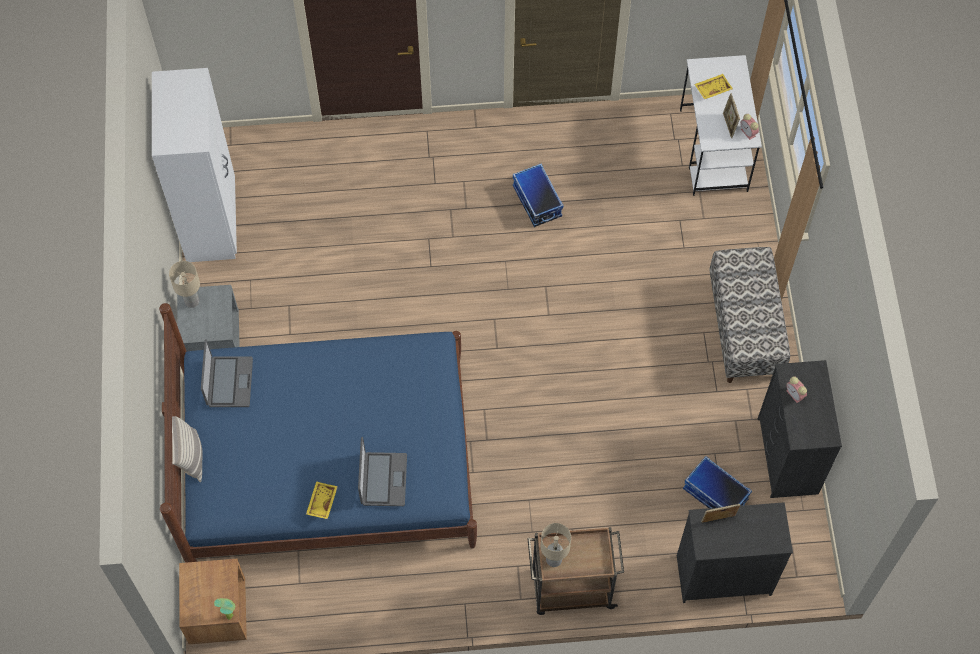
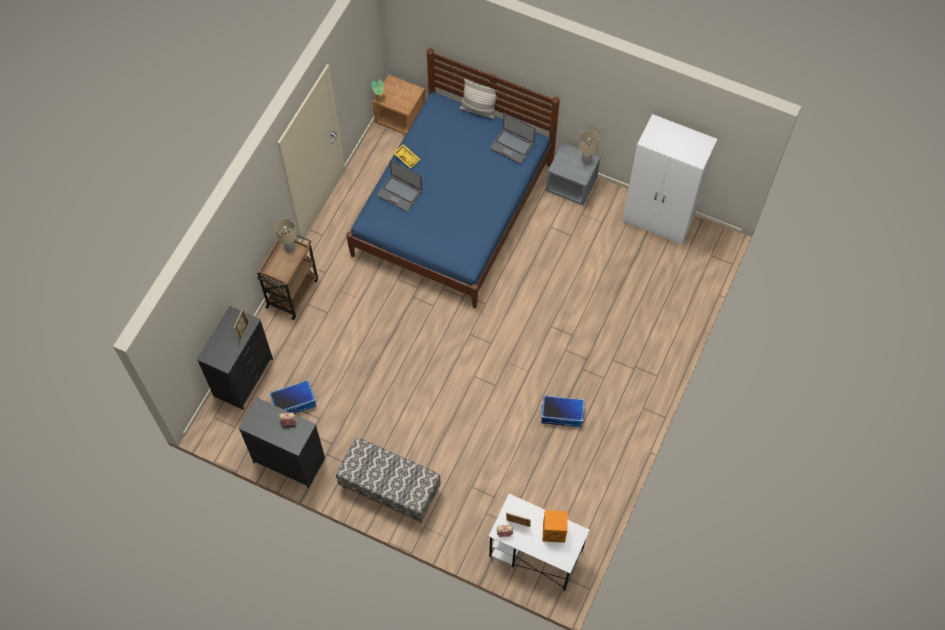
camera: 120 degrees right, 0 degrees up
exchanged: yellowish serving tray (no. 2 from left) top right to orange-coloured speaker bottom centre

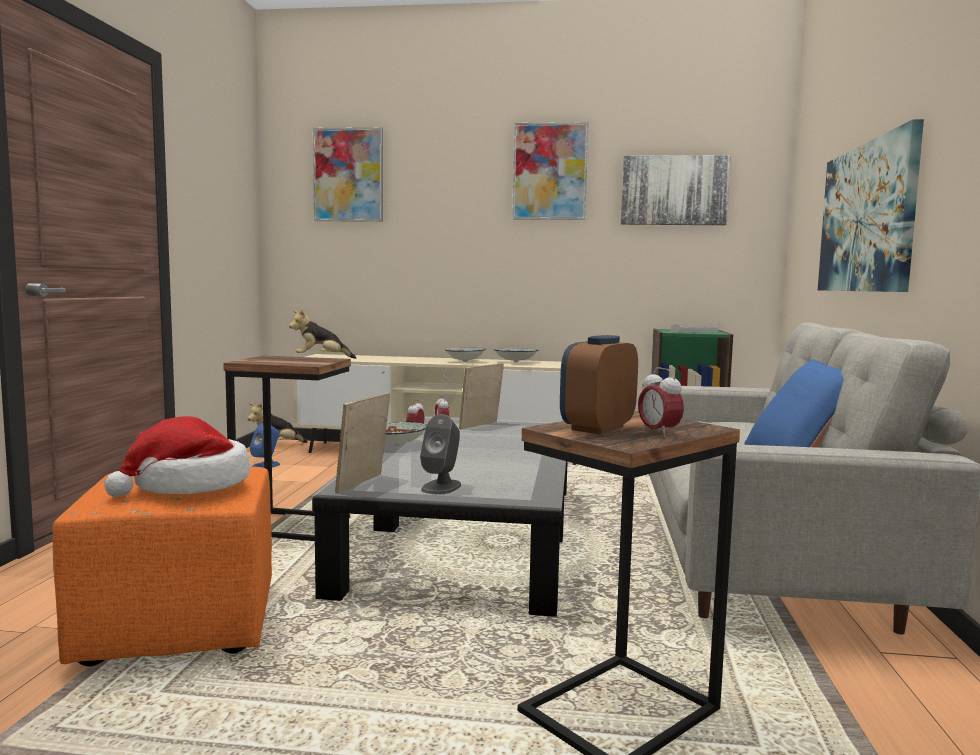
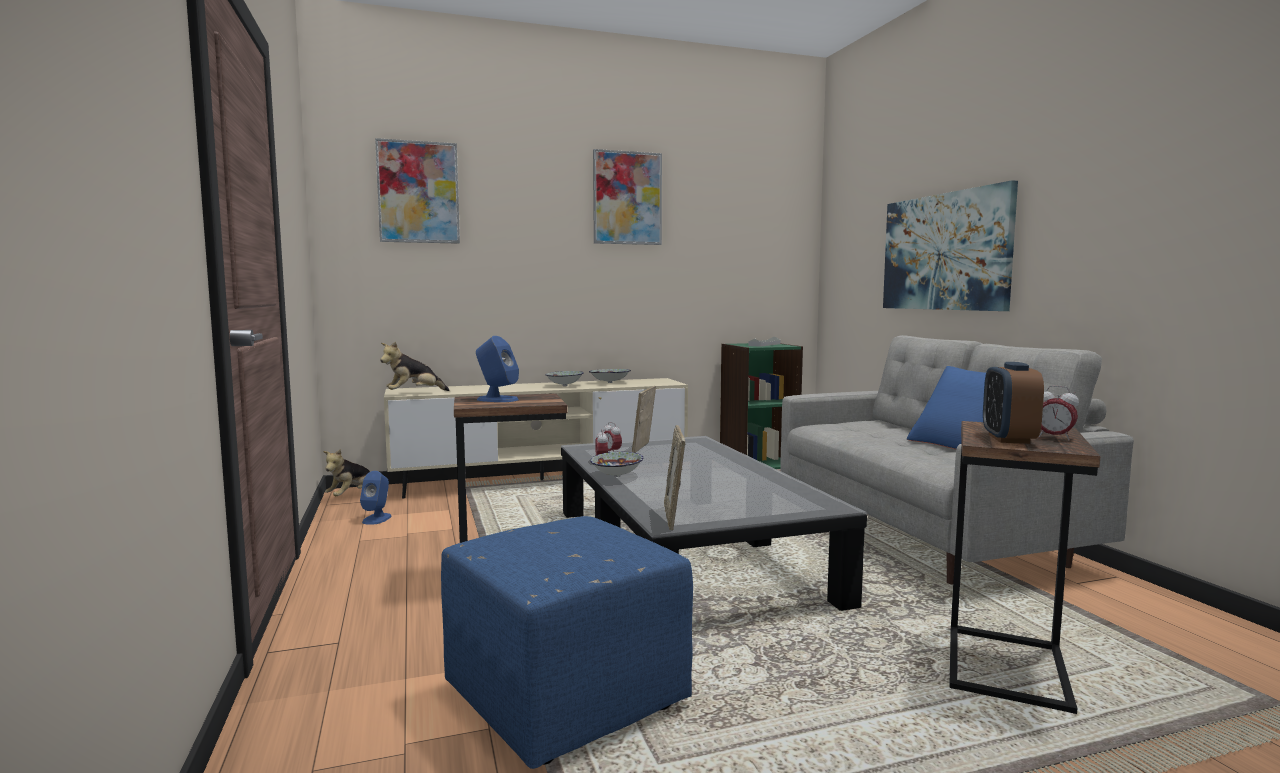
camera: 25 degrees left, 0 degrees up
missing: hat middle left; gray speaker centre; wall art (no. 3 from left) top right
appeared: bluish speaker (no. 2 from left) centre
colour: orange-coloured footrest bottom left to bluish footrest bottom centre

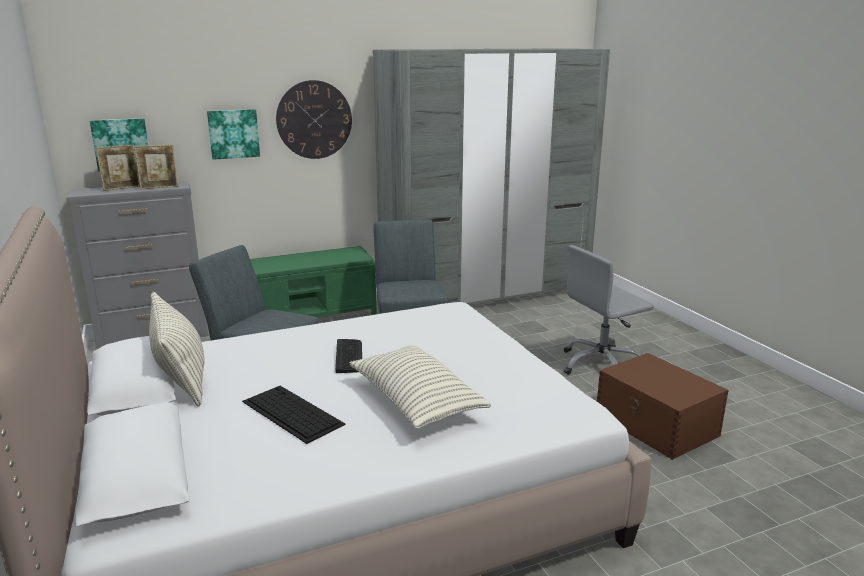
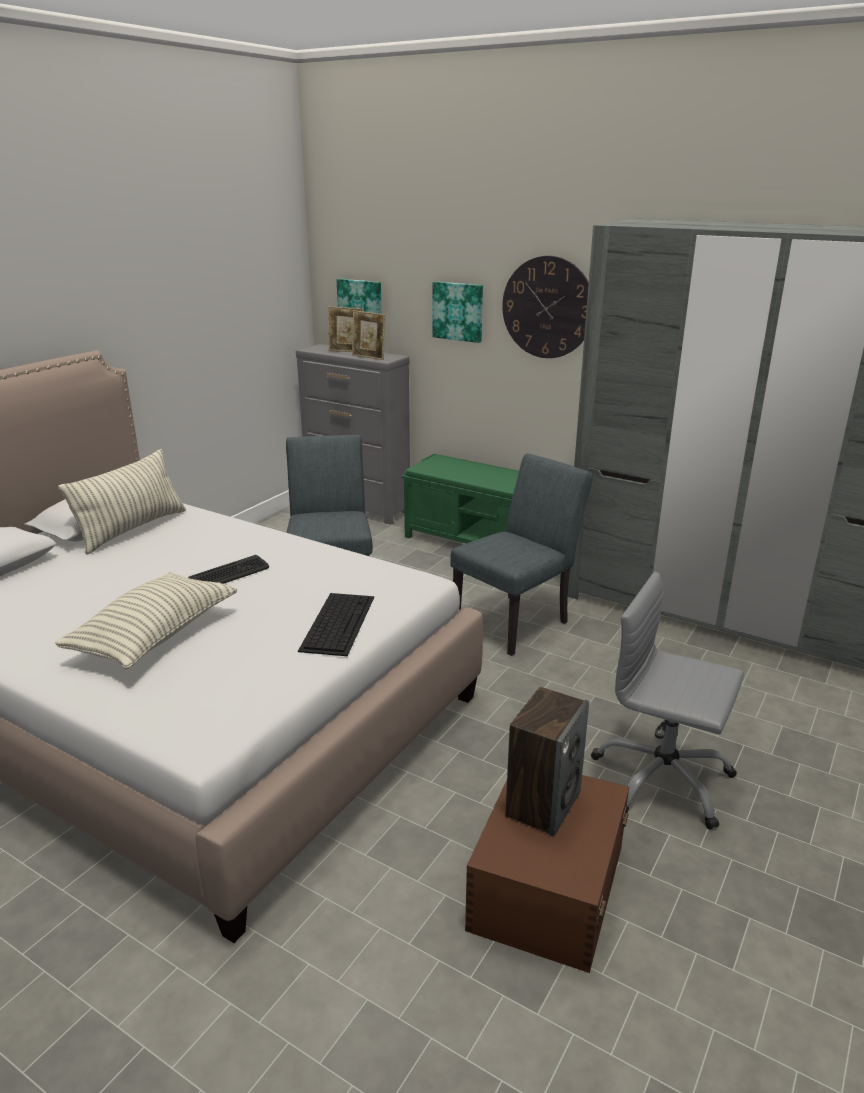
camera: 55 degrees right, 5 degrees up
appeared: speaker bottom centre
relocated: PC keyboard (no. 1 from left in the first image) bottom centre to PC keyboard (no. 2 from left) centre

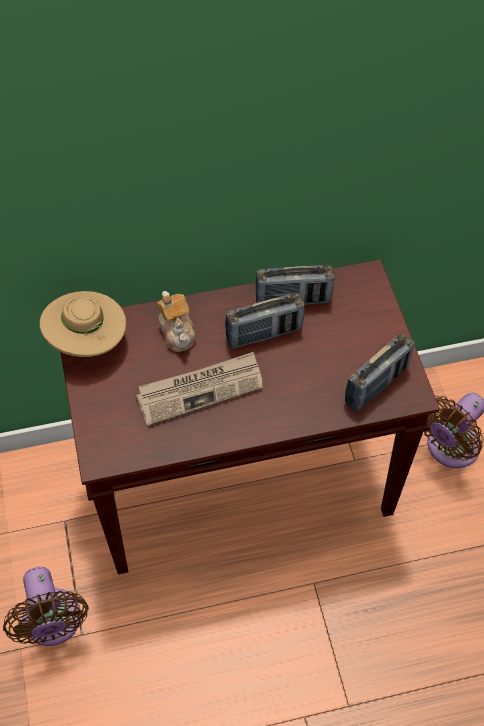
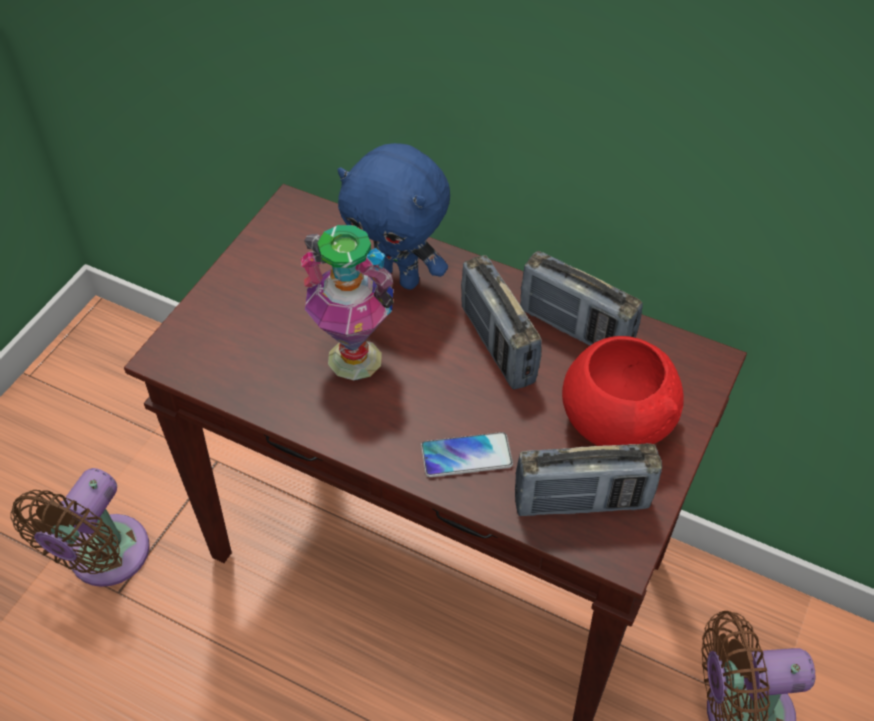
camera: 40 degrees right, 5 degrees down
missing: beige hat middle left
appeared: handset centre; red deep dish middle right
exchanged: newspaper centre to decorative vase centre; teapot centre to bluish soft toy top centre
spun: radio receiver (no. 1 from left) centre = centre 45 degrees clockwise

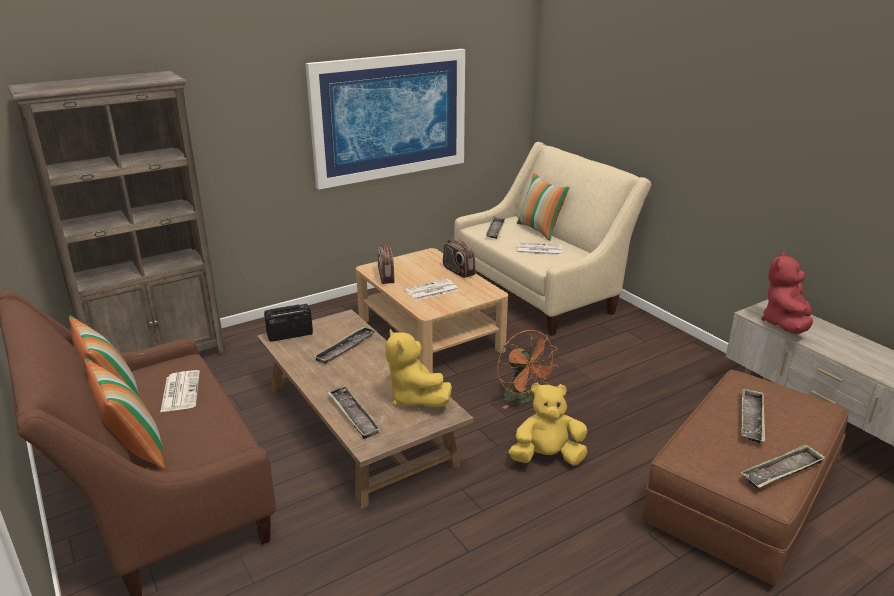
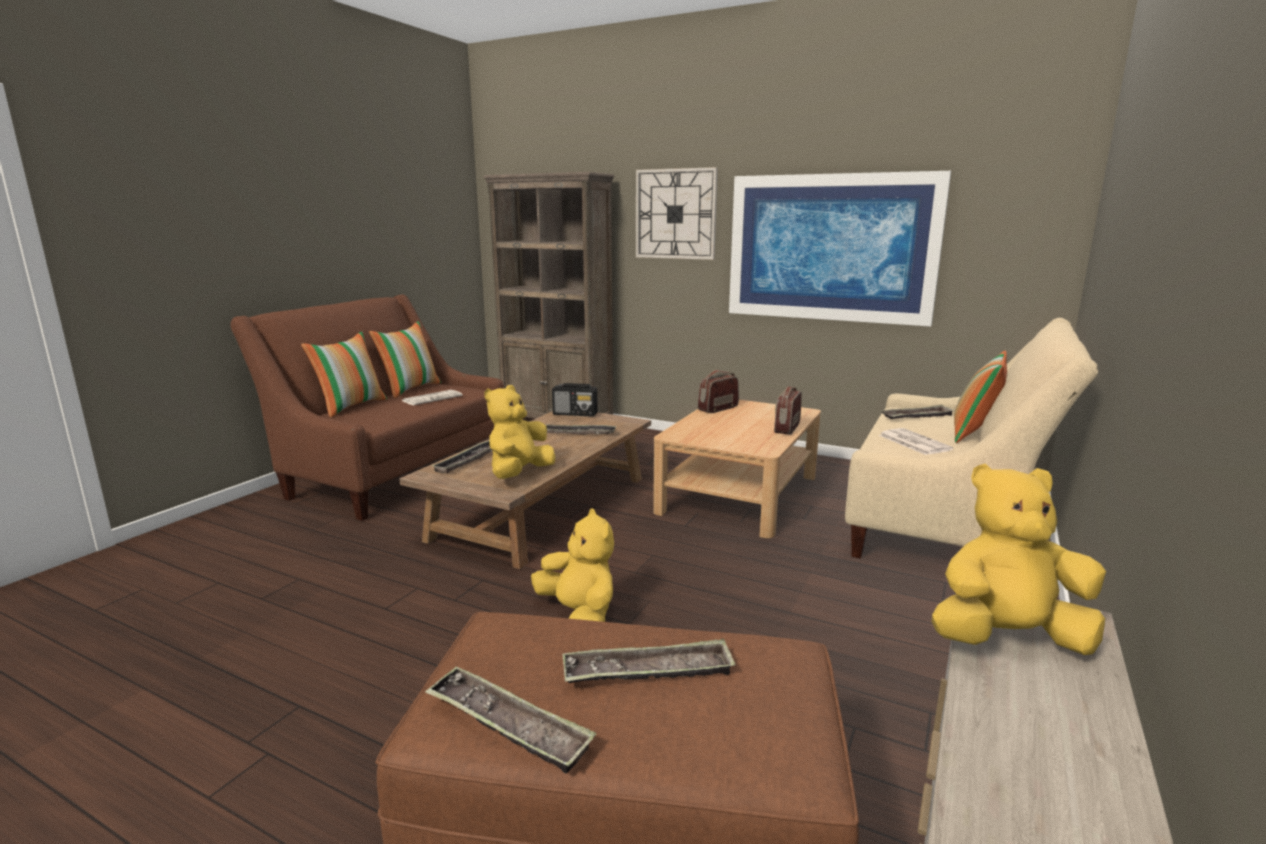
camera: 60 degrees right, 10 degrees down
missing: newspaper (no. 2 from left) centre; orange-coloured electric fan centre
appeared: clock on the wall top centre
colour: red soft toy middle right to yellowish soft toy (no. 3 from left) middle right
spun: radio receiver (no. 1 from left) middle left = centre 150 degrees clockwise

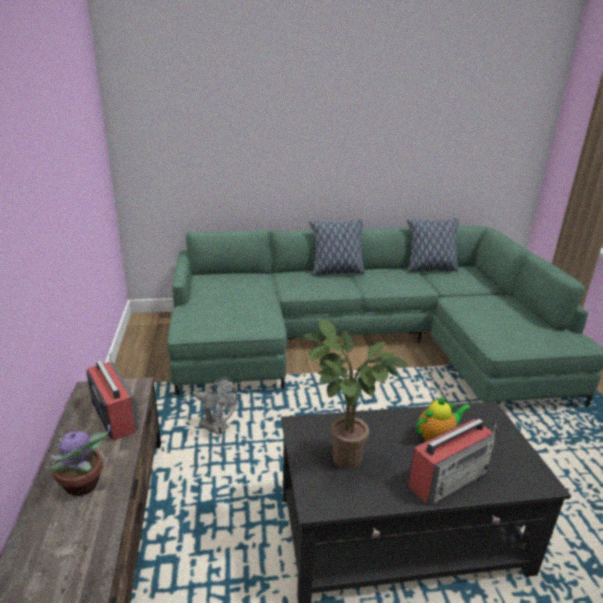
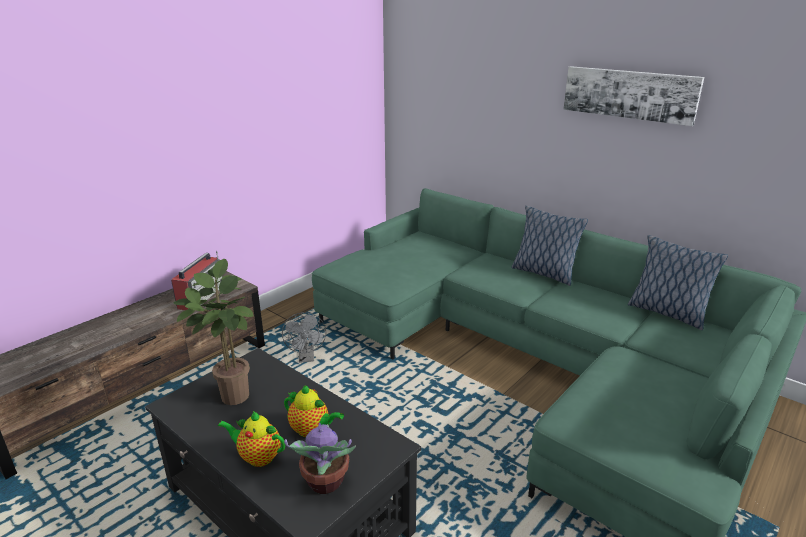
camera: 50 degrees right, 0 degrees up
appeared: wall art top right
relocated: plant in a pot (no. 1 from left in the first image) bottom left to plant in a pot (no. 2 from left) bottom centre
exchanged: radio receiver (no. 2 from left) bottom right to teapot (no. 1 from left) bottom left

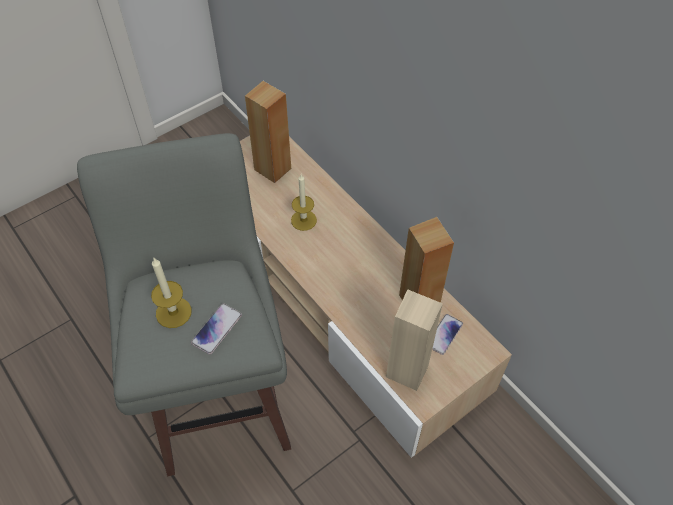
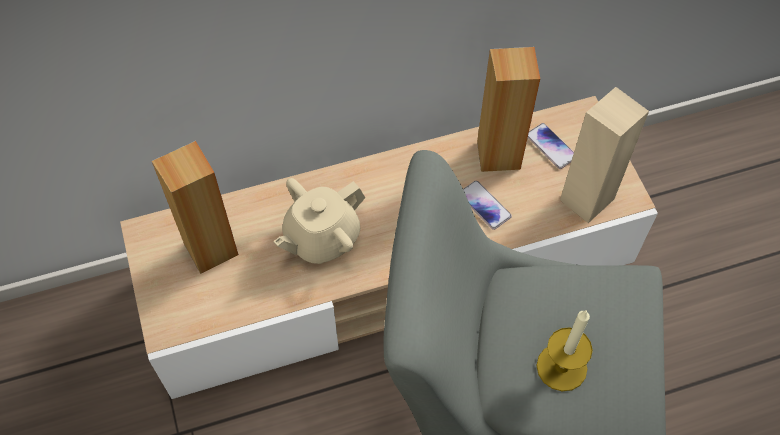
camera: 70 degrees left, 5 degrees up
relocated: handset (no. 1 from left) middle left to centre
exchanged: wax light (no. 2 from left) centre to beige teapot centre

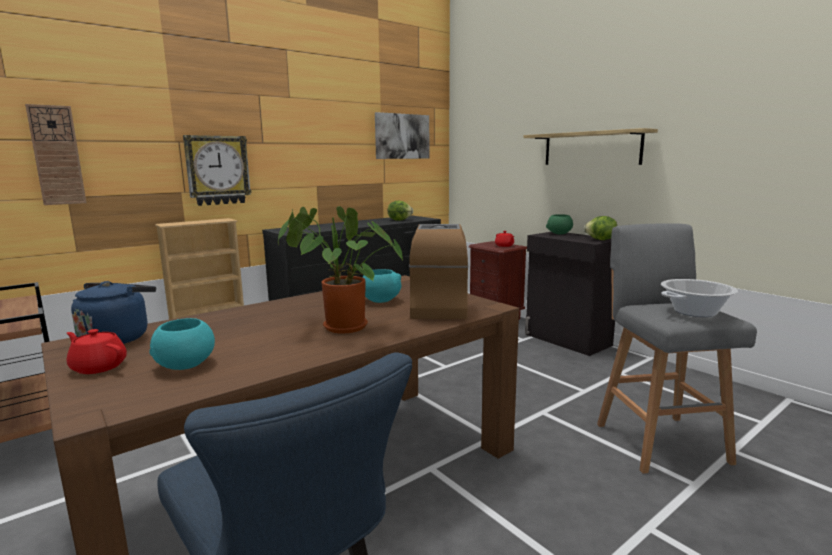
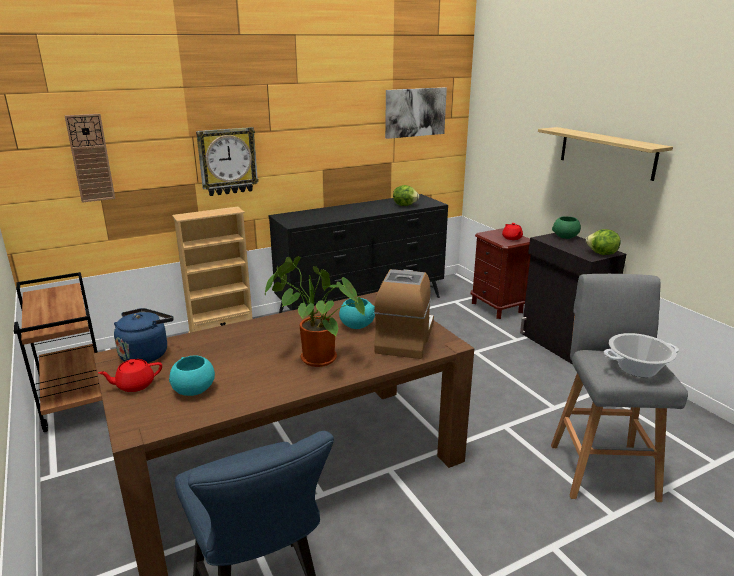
camera: 10 degrees right, 10 degrees up
spun: red teapot (no. 1 from left) middle left = middle left 60 degrees counterclockwise

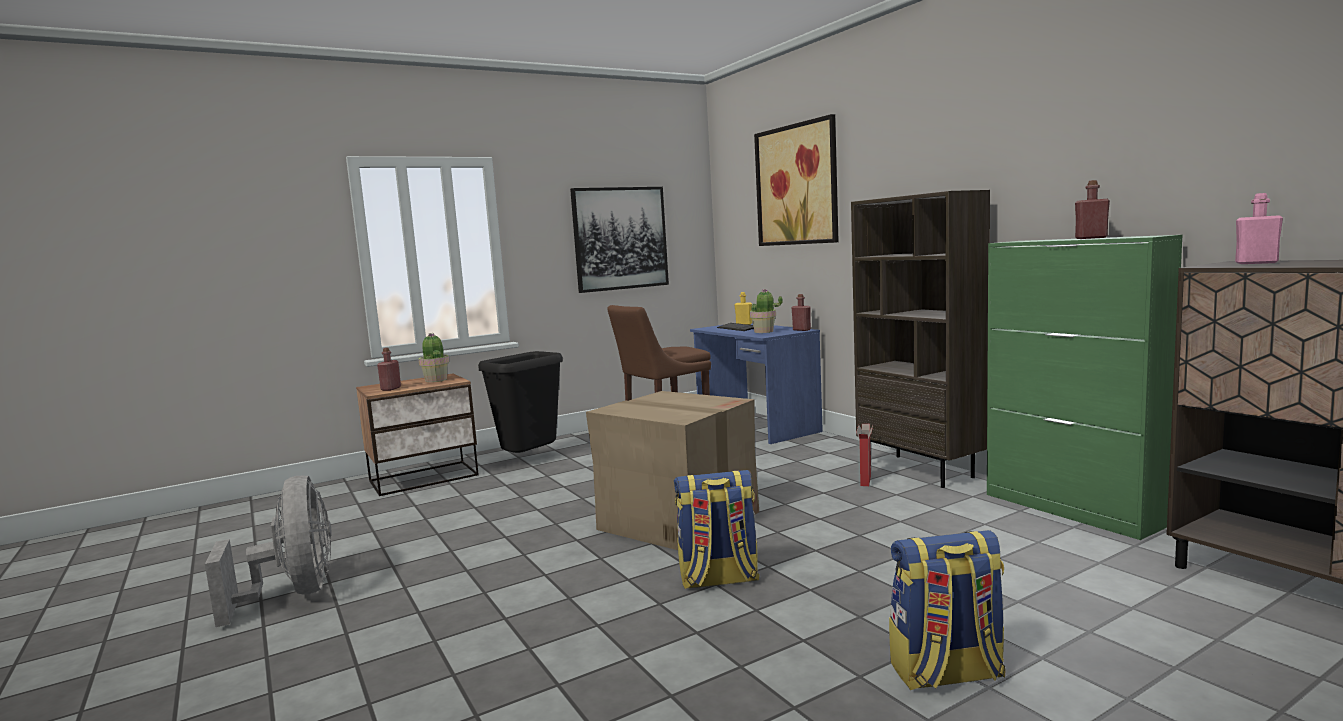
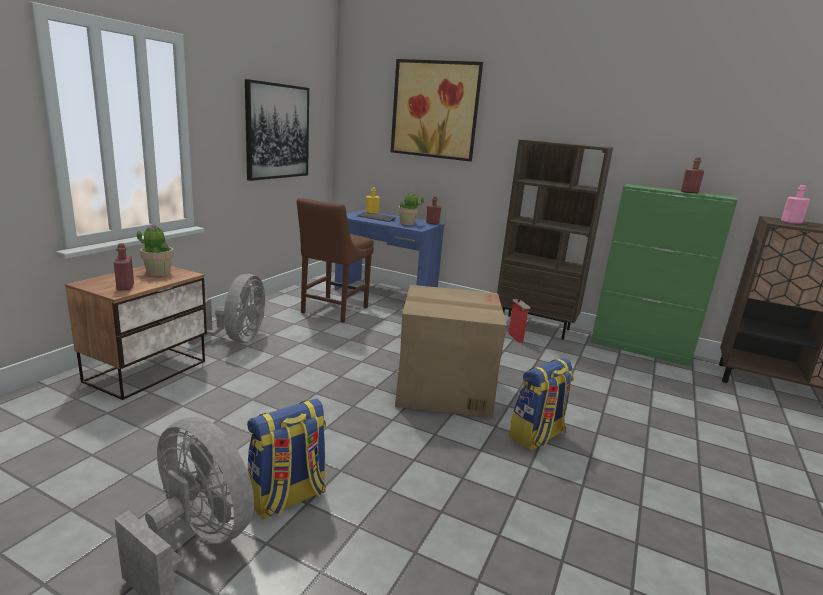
camera: 35 degrees left, 10 degrees up
relocated: knapsack (no. 2 from left in the first image) bottom right to knapsack (no. 1 from left) bottom centre
exchanged: black waste bin centre to gray electric fan (no. 2 from left) middle left

